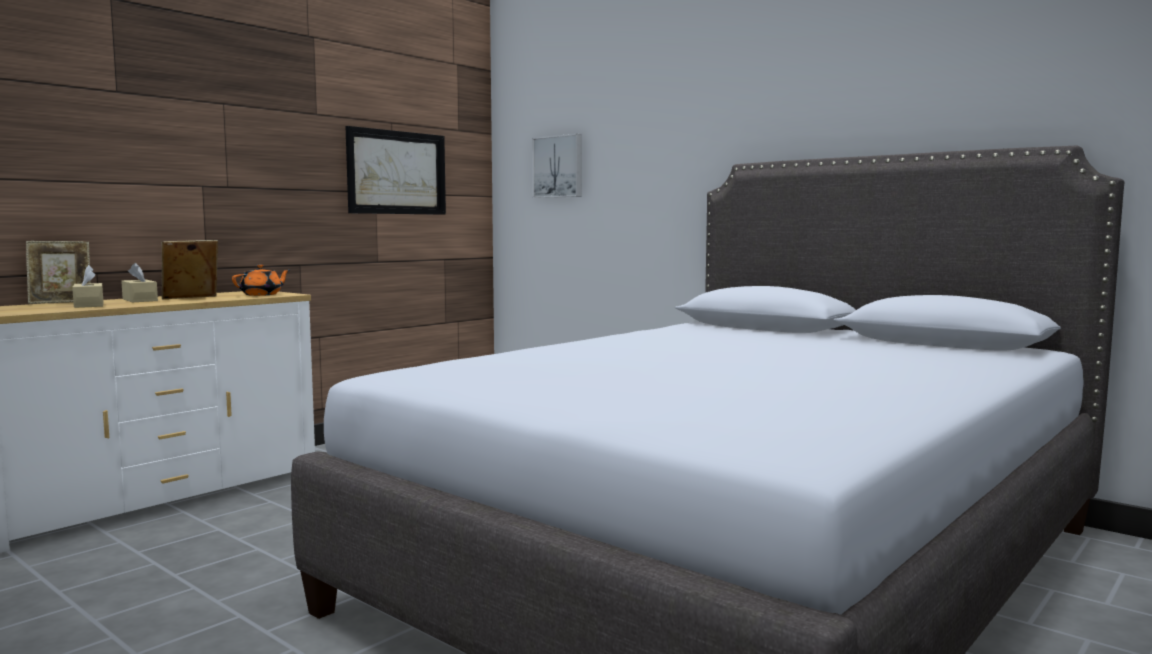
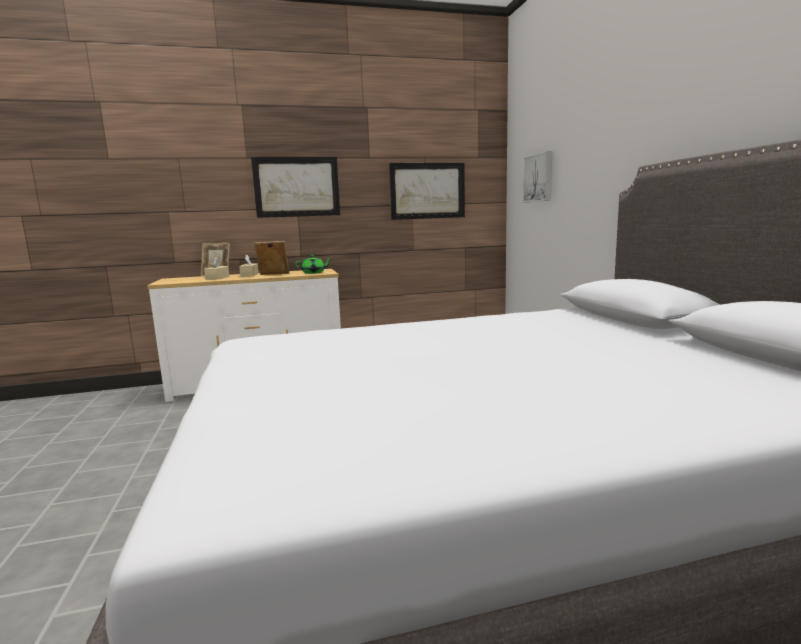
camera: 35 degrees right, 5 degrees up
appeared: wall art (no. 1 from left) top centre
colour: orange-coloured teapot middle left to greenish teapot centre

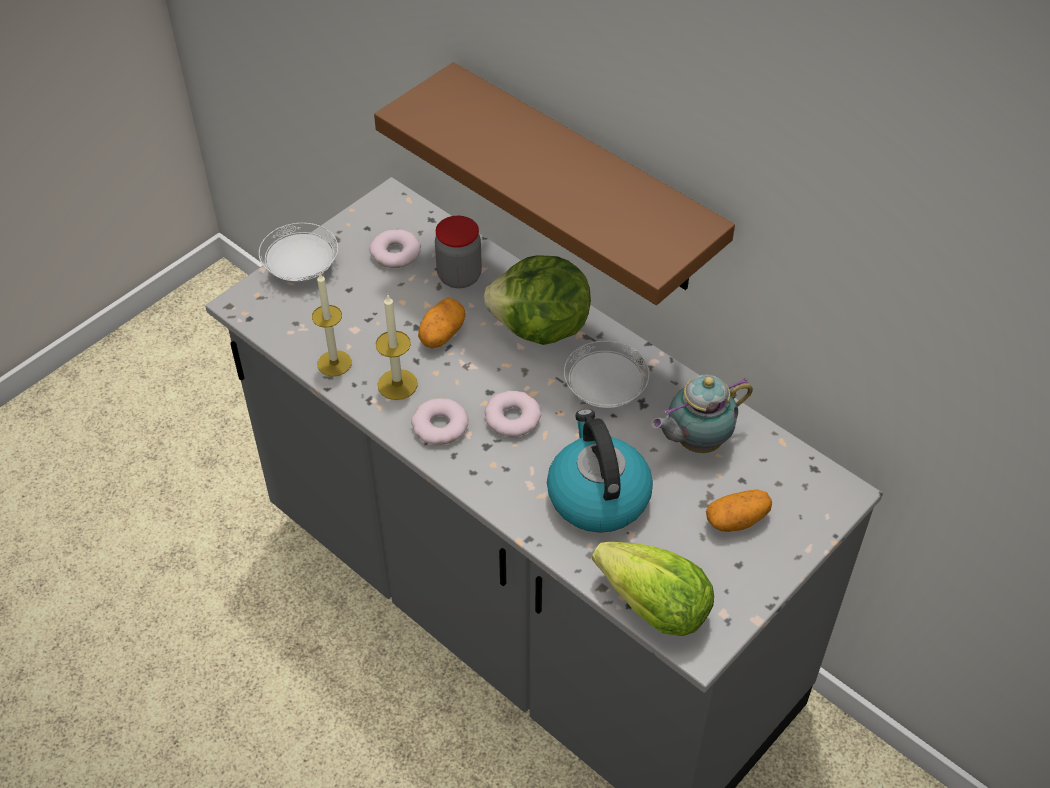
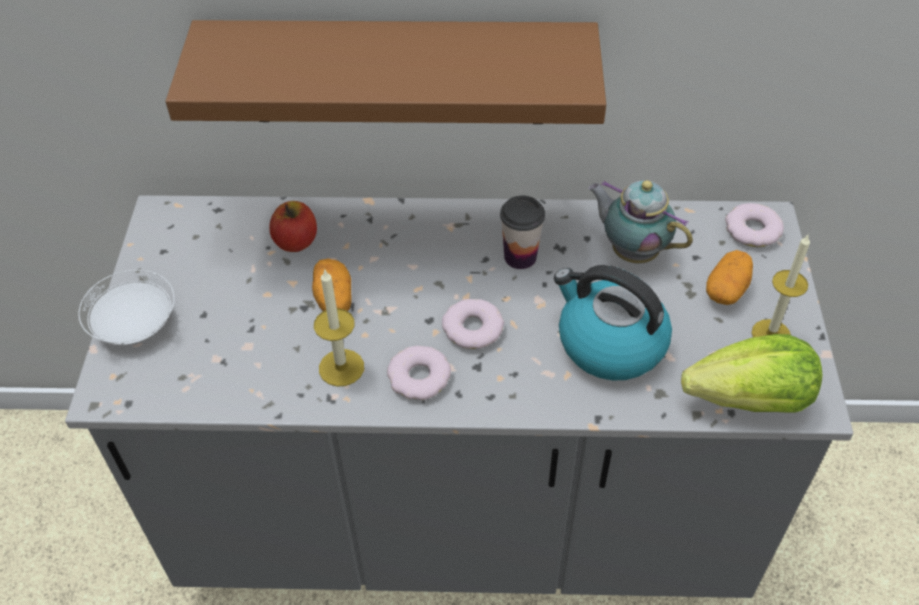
camera: 40 degrees left, 0 degrees up
missing: lettuce (no. 1 from left) centre
relocated: donut (no. 1 from left in the first image) top centre to donut (no. 3 from left) middle right; wax light (no. 1 from left in the first image) middle left to wax light (no. 2 from left) middle right
exchanged: preserve jar top centre to apple middle left; whitish dinner plate (no. 2 from left) centre to cup centre
spun: teapot middle right = middle right 105 degrees clockwise

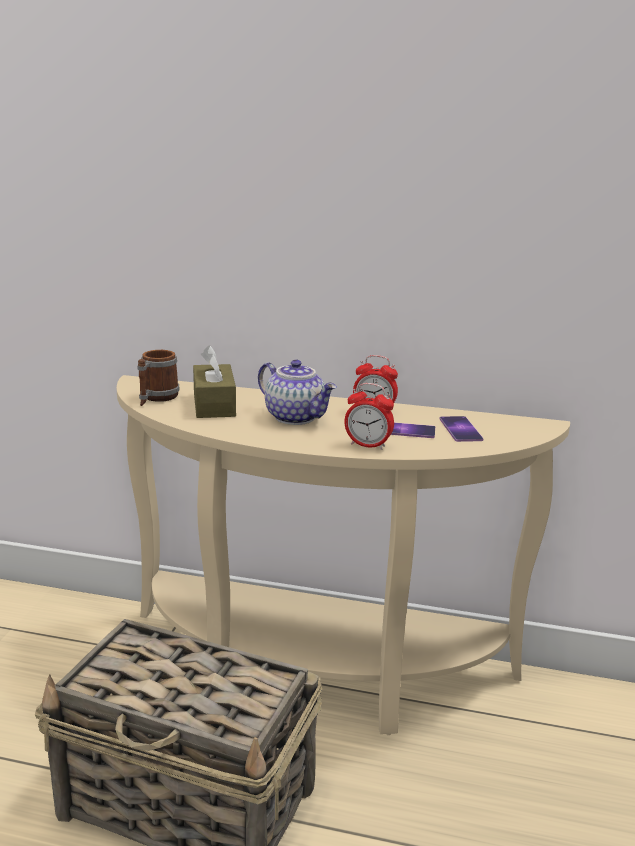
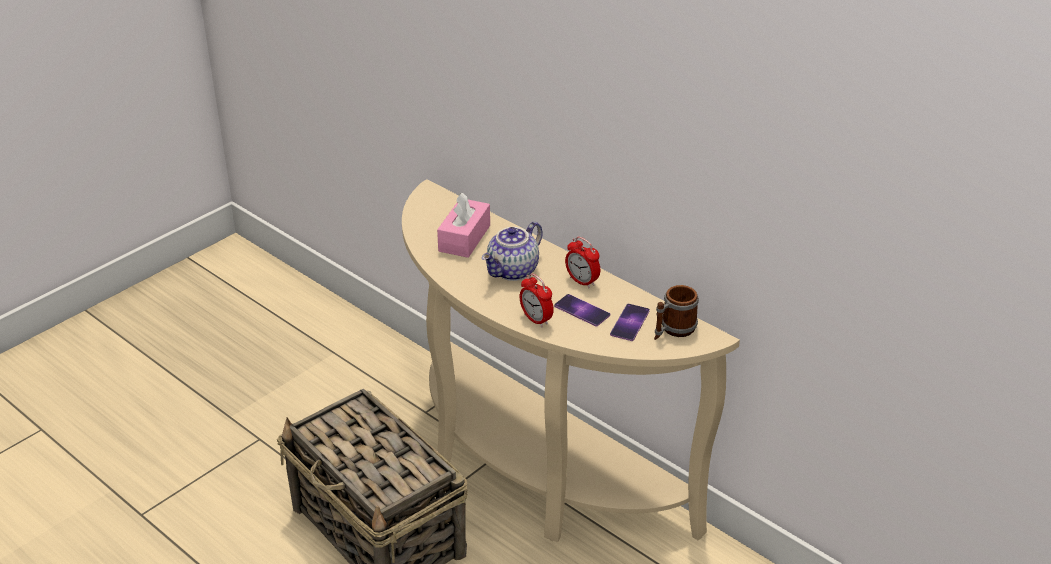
camera: 30 degrees right, 15 degrees up
relocated: tea mug middle left to centre
colour: brownish tissue box centre to pinkish tissue box centre
spun: teapot centre = centre 60 degrees clockwise

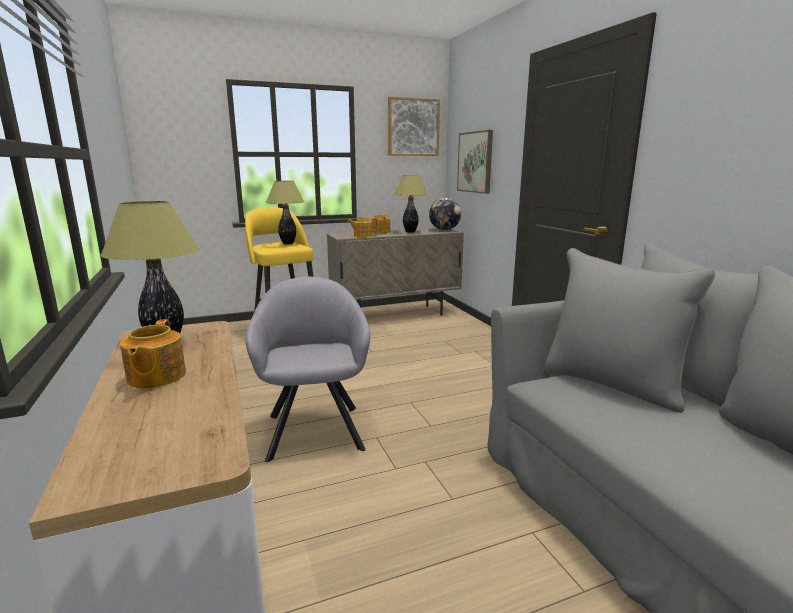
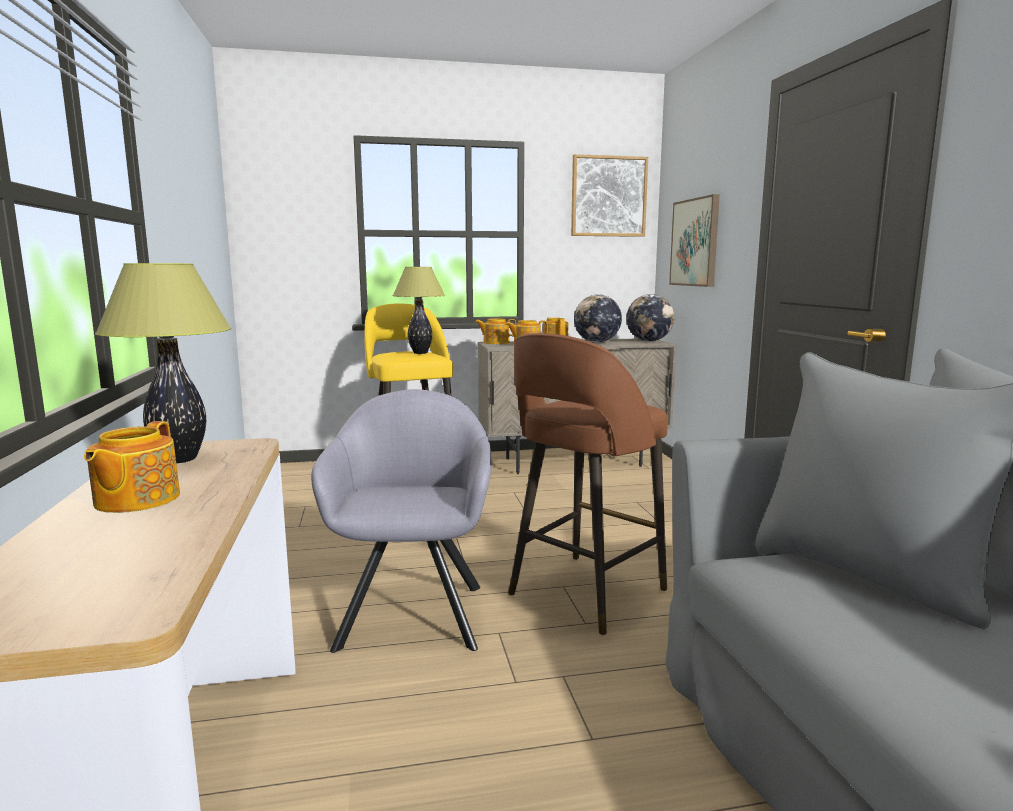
camera: 10 degrees right, 5 degrees down
appeared: teapot (no. 2 from left) centre; brownish stool seat centre
exchanged: tabletop lamp (no. 3 from left) top centre to desk globe (no. 1 from left) centre

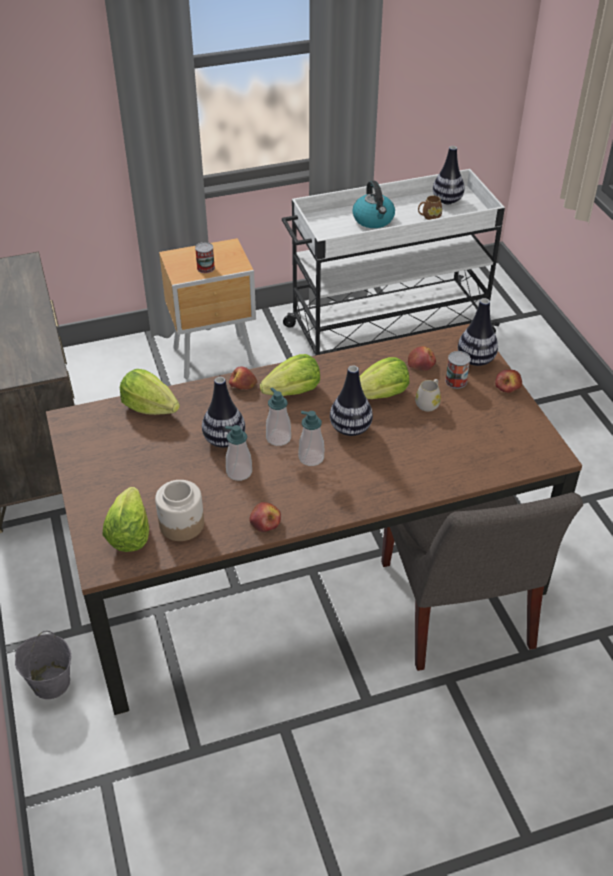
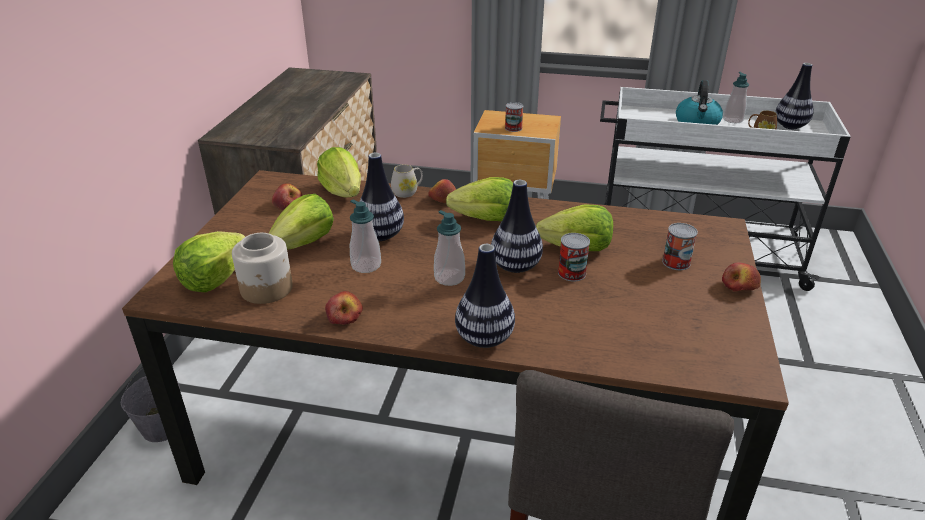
camera: 30 degrees right, 10 degrees down
appeared: lettuce (no. 2 from left) middle left; metal can (no. 2 from left) centre
relocated: apple (no. 3 from left in the first image) middle right to apple (no. 1 from left) middle left; whitish tea mug middle right to centre; decorative vase (no. 4 from left in the first image) middle right to decorative vase (no. 2 from left) centre; soap bottle (no. 2 from left in the first image) centre to soap bottle (no. 3 from left) top right

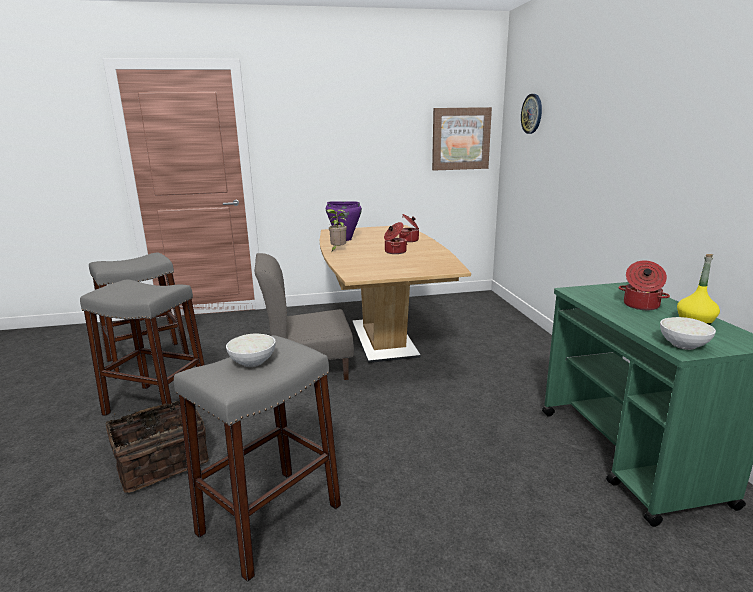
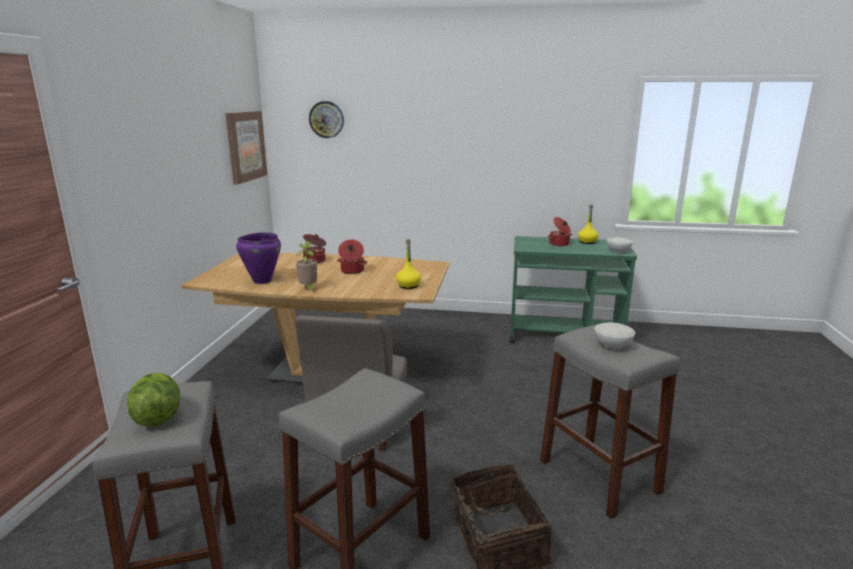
camera: 70 degrees left, 0 degrees up
appeared: lettuce bottom left; yellowish drink bottle (no. 1 from left) centre

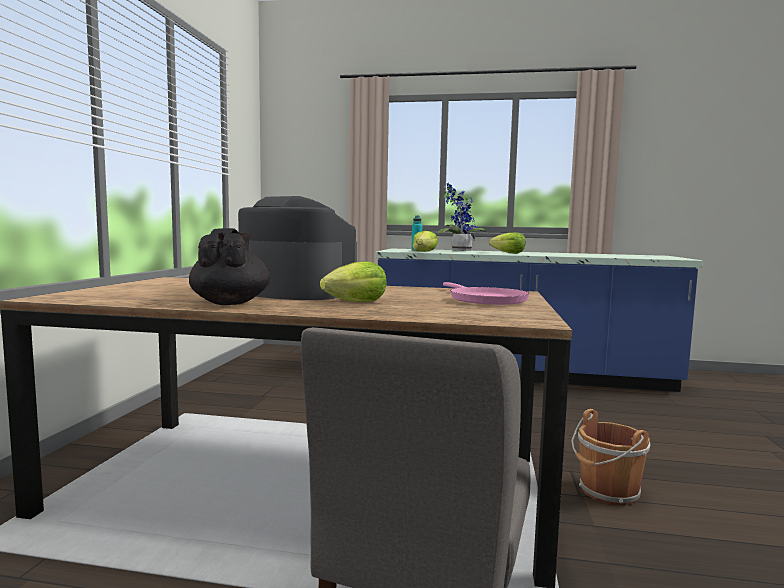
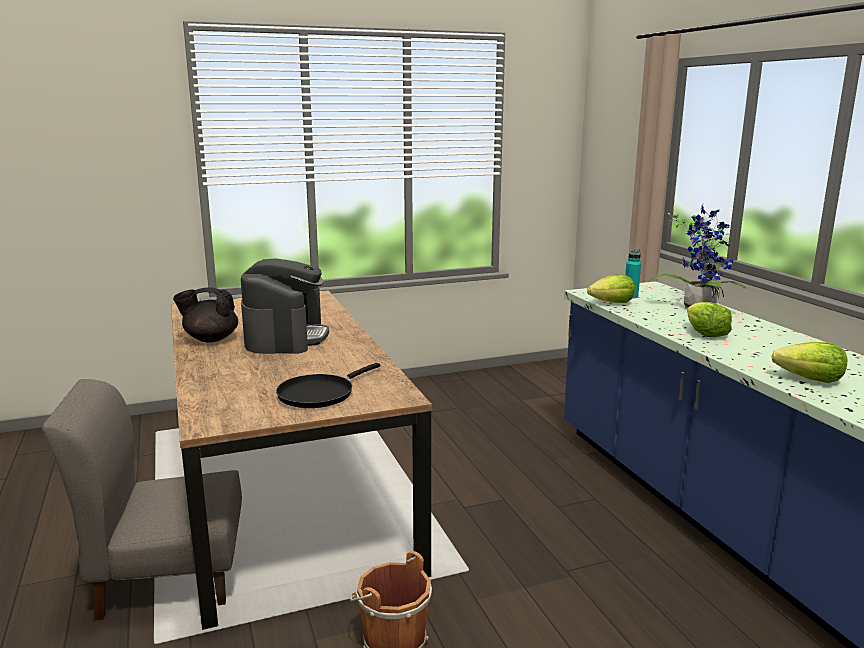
camera: 60 degrees right, 10 degrees up
relocated: lettuce (no. 1 from left in the first image) centre to lettuce (no. 3 from left) middle right
colour: pinkish frying pan centre to black frying pan centre
spun: black teapot middle left = middle left 150 degrees counterclockwise

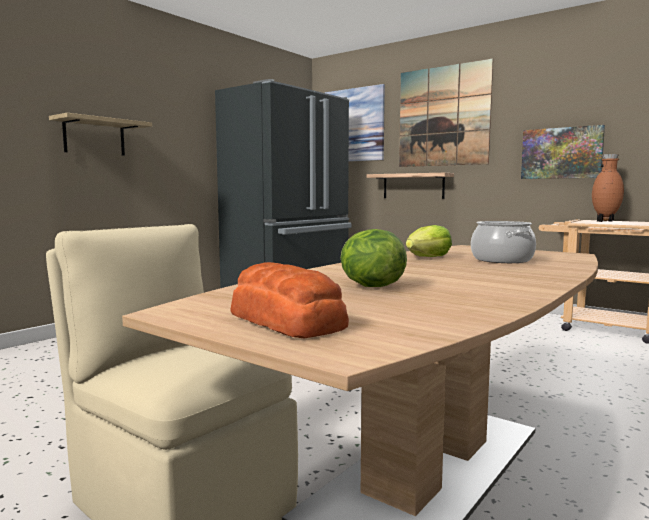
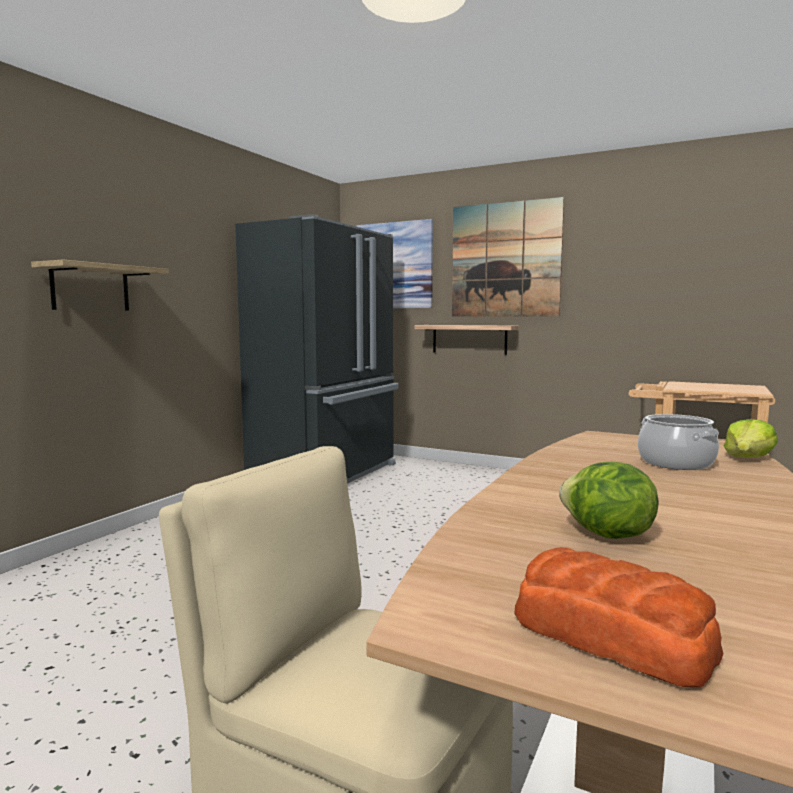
camera: 10 degrees left, 0 degrees up
missing: wall art (no. 3 from left) top right; brownish decorative vase middle right
relocated: lettuce (no. 2 from left) centre to middle right

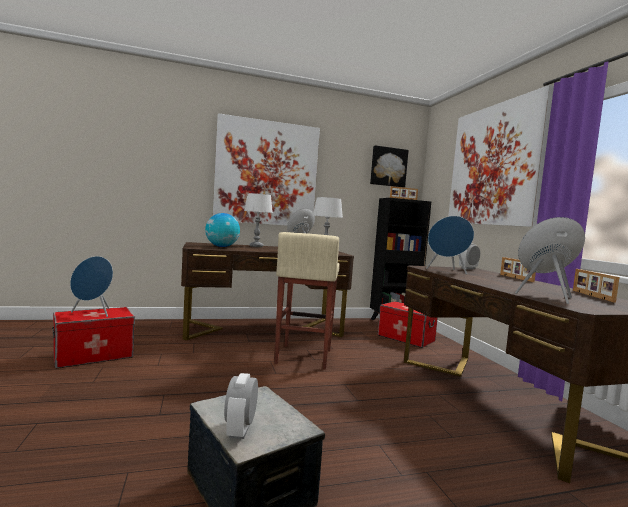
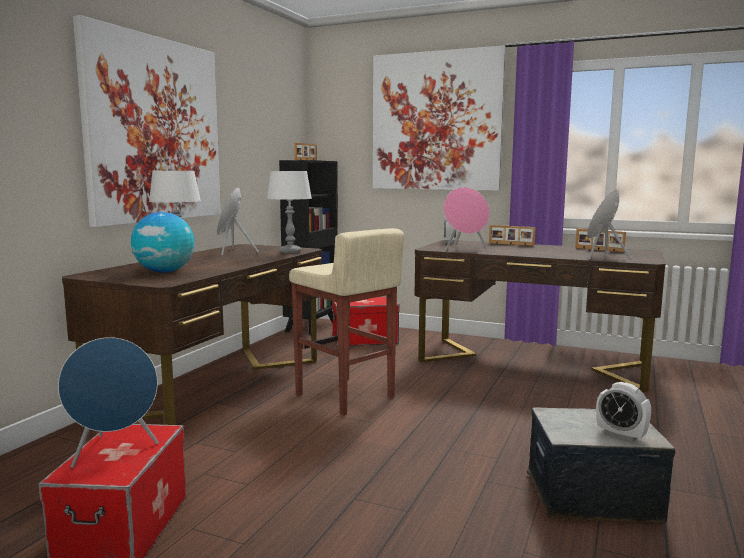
camera: 50 degrees left, 5 degrees up
missing: wall art (no. 2 from left) top centre
colour: bluish speaker (no. 3 from left) middle right to pinkish speaker centre

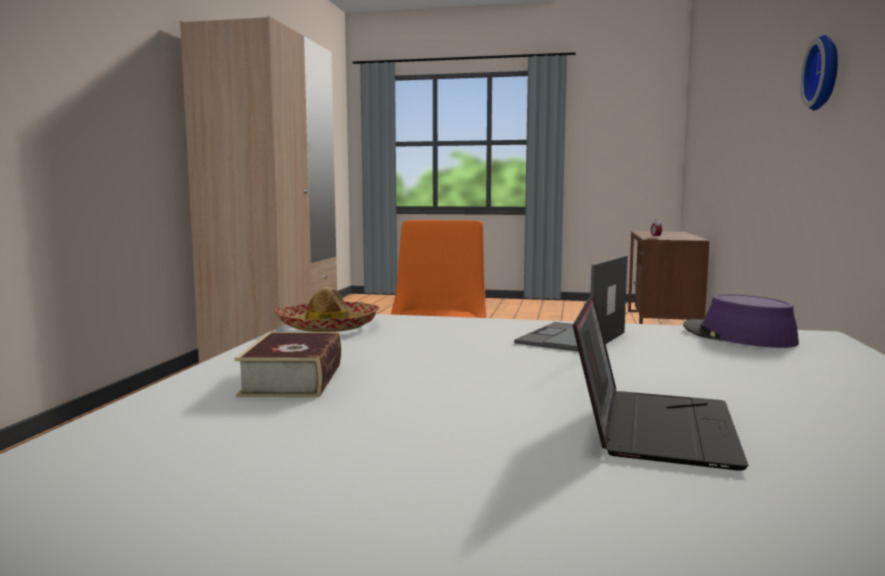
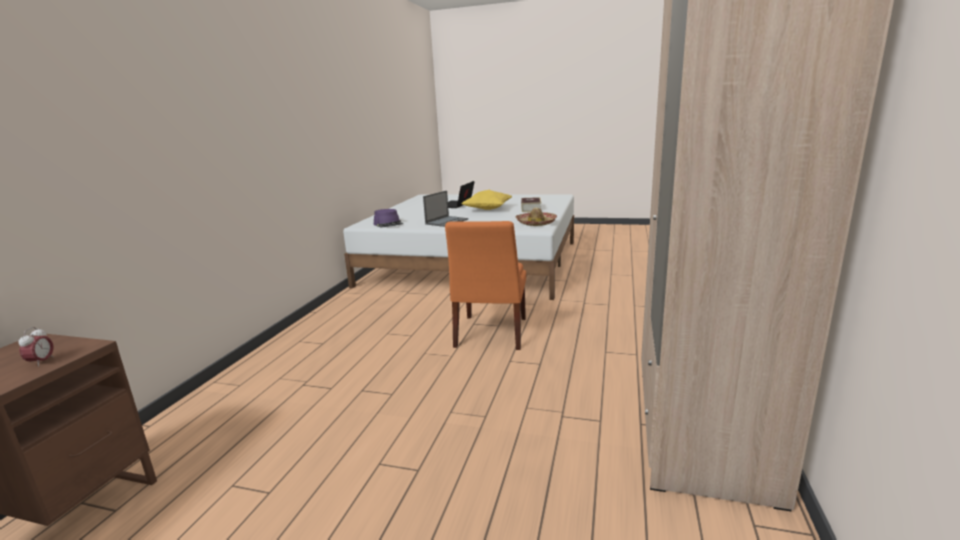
camera: 175 degrees left, 10 degrees up
missing: clock on the wall top right
appeared: yellowish cushion centre

